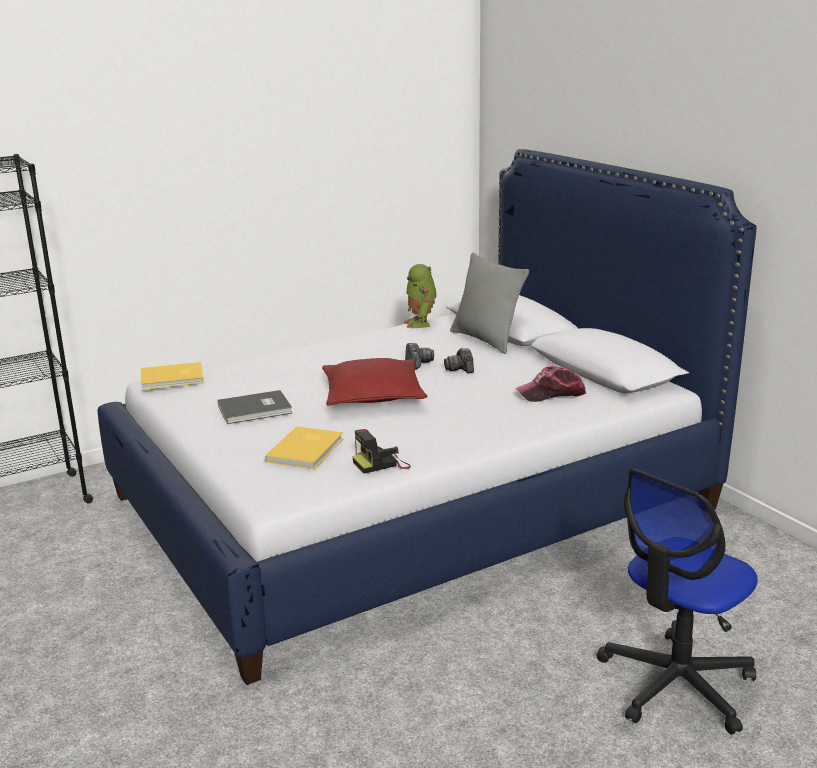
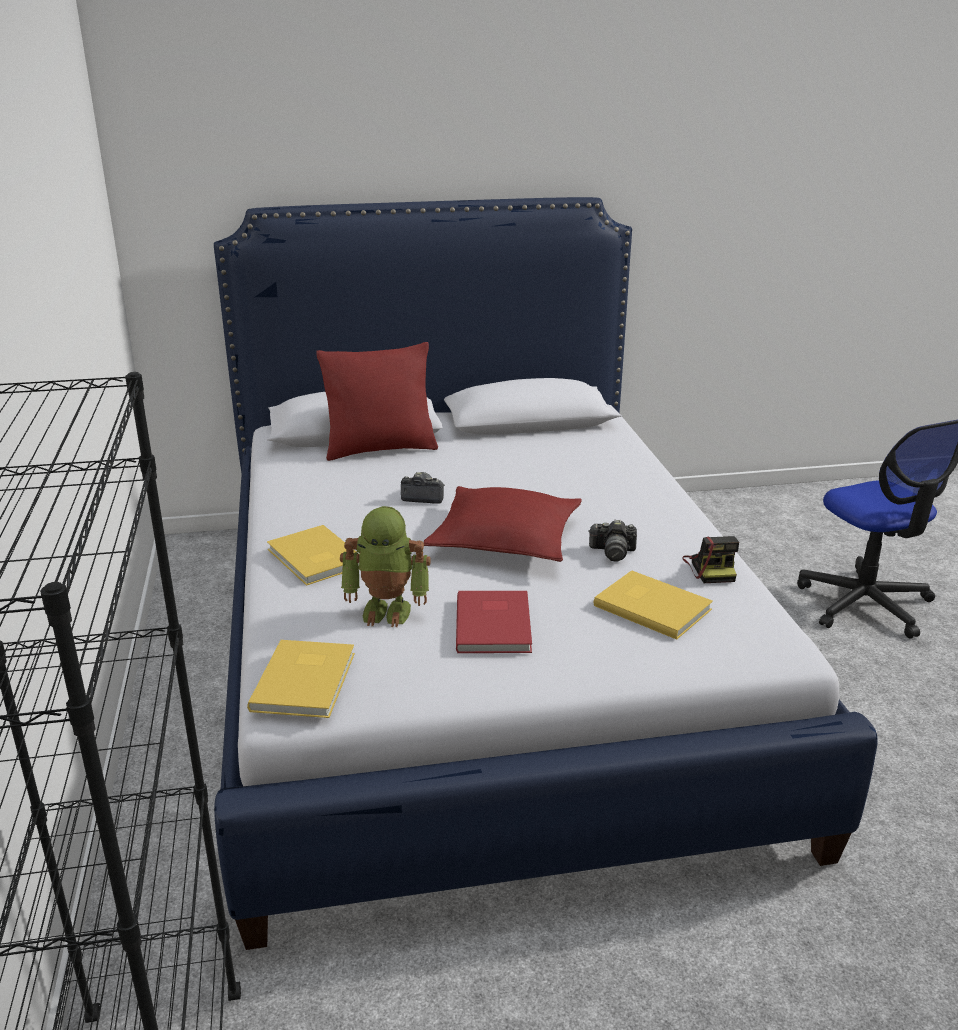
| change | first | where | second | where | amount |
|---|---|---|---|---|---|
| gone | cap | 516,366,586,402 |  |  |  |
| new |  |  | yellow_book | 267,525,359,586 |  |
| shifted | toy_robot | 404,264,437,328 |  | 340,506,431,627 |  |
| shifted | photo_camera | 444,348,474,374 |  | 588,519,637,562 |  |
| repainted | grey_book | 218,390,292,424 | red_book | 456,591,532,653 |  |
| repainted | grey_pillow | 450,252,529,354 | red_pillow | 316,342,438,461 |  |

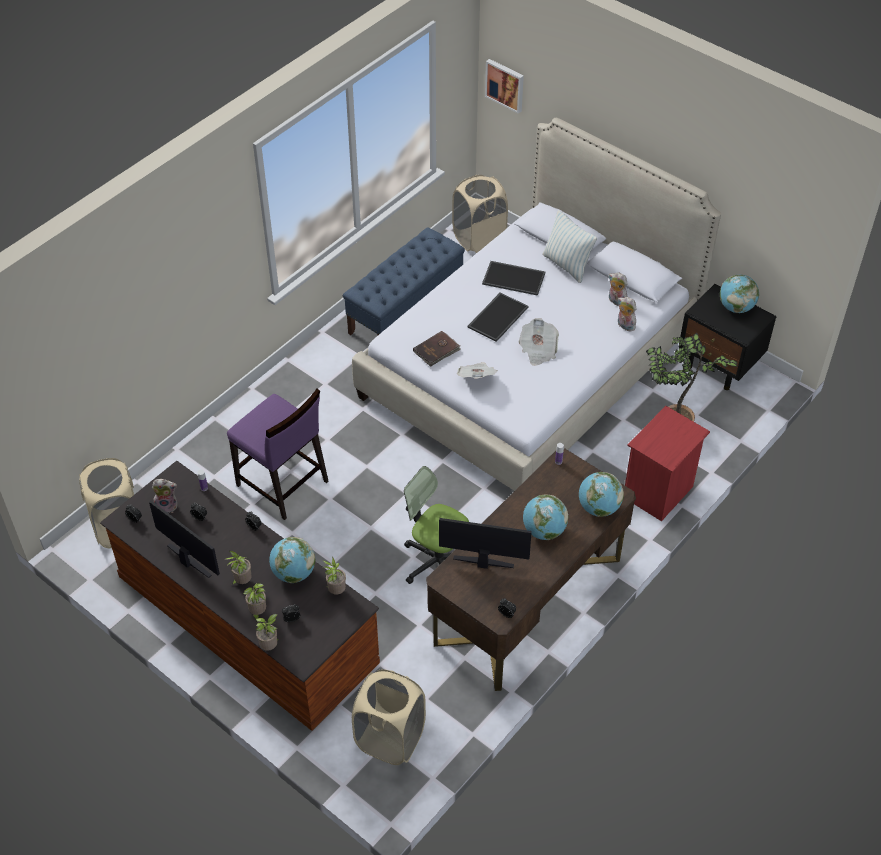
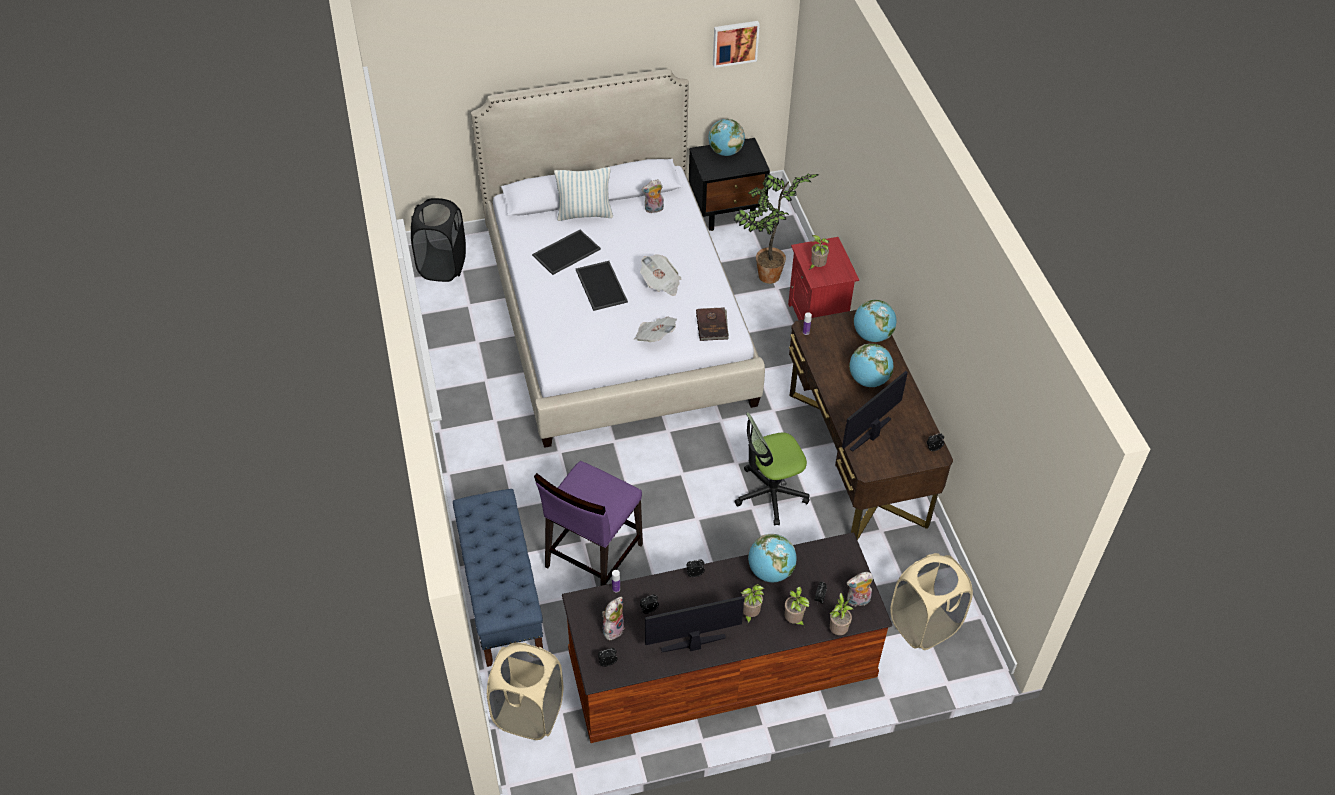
| change | first | where | second | where | amount |
|---|---|---|---|---|---|
| shifted | potted_plant | 323,557,346,595 |  | 809,235,830,270 |  |
| shifted | blue_bench | 343,227,465,336 |  | 453,489,543,667 |  |
| shifted | brown_book | 413,331,461,367 |  | 696,307,729,341 |  |
| shifted | picture | 485,59,524,114 |  | 713,21,760,68 |  |
| shifted | plush_toy | 618,297,636,331 |  | 847,572,873,607 |  |
| repainted | beige_laundry_basket | 452,175,508,253 | black_laundry_basket | 411,198,466,282 |  |
| rotated | purple_chair | 227,389,328,520 |  | 534,461,643,586 | 135 degrees clockwise |

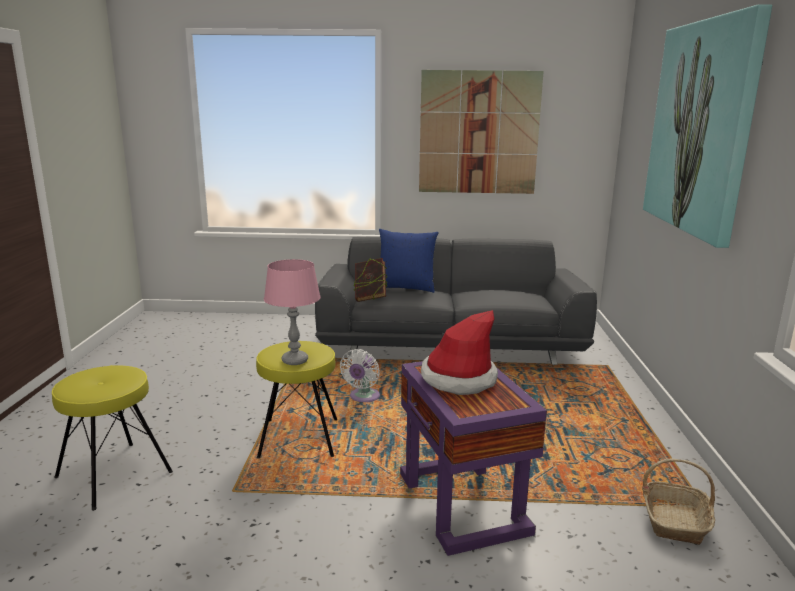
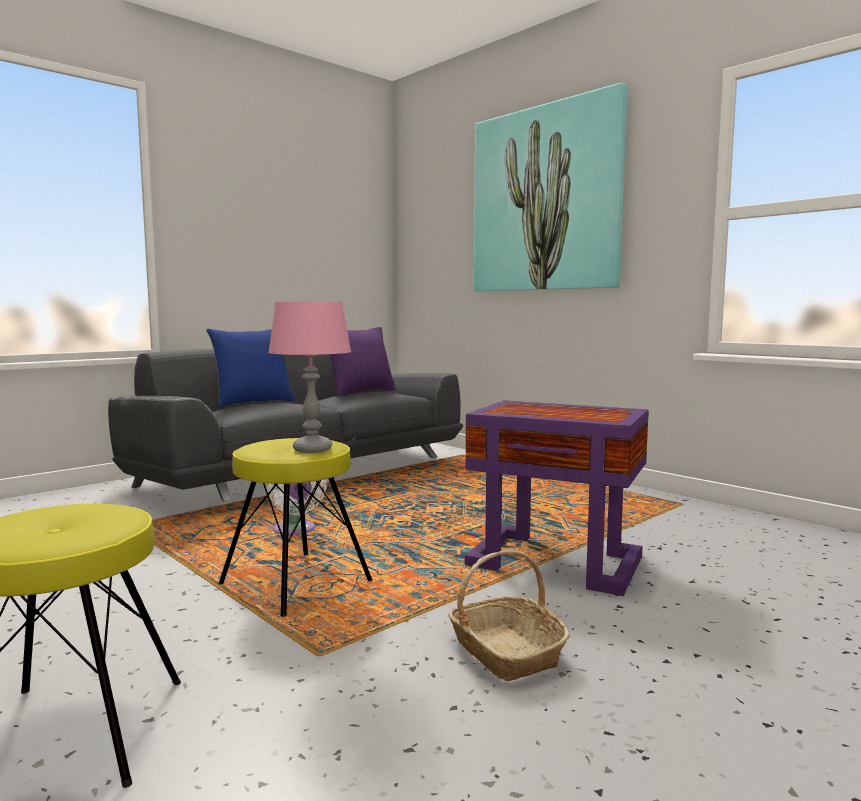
| change | first | where | second | where | amount |
|---|---|---|---|---|---|
| gone | book | 354,258,388,302 |  |  |  |
| gone | picture | 419,70,544,194 |  |  |  |
| gone | hat | 421,310,498,395 |  |  |  |
| new |  |  | purple_pillow | 330,327,396,396 |  |
| shifted | basket | 642,459,715,545 |  | 448,550,570,681 |  |

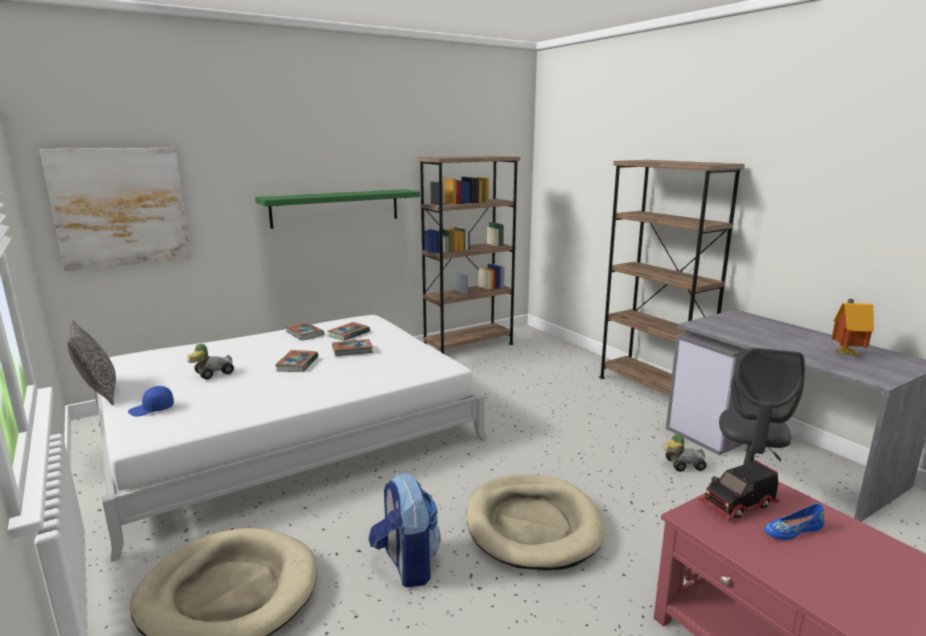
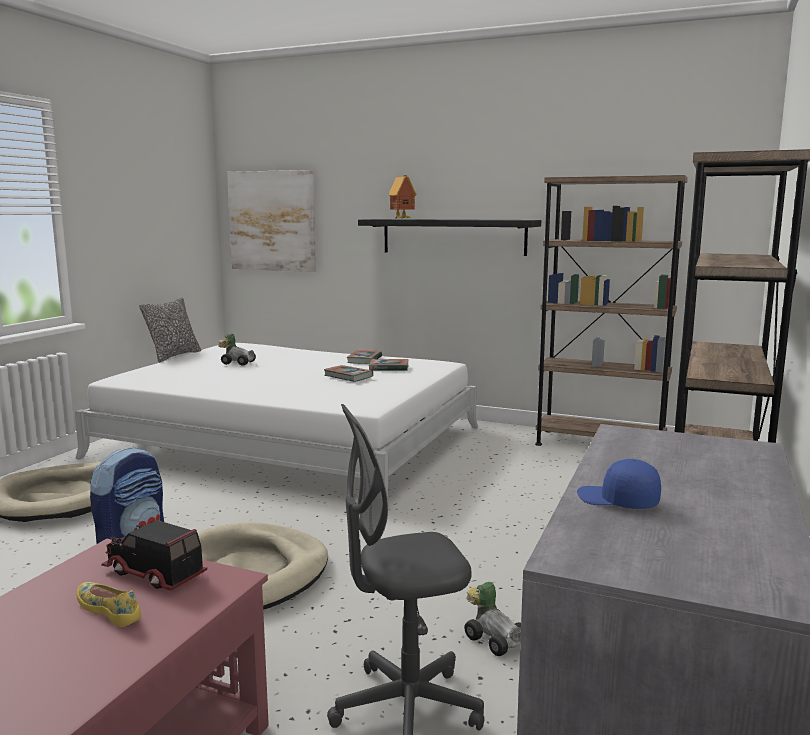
| change | first | where | second | where | amount |
|---|---|---|---|---|---|
| gone | book | 275,350,318,372 |  |  |  |
| shifted | blue_cap | 128,386,174,417 |  | 577,459,661,509 |  |
| shifted | toy_house | 831,299,874,356 |  | 388,175,417,219 |  |
| repainted | green_shelf | 255,189,420,229 | black_shelf | 358,219,541,256 |  |
| repainted | blue_shoe | 764,504,825,540 | yellow_shoe | 76,582,141,627 |  |

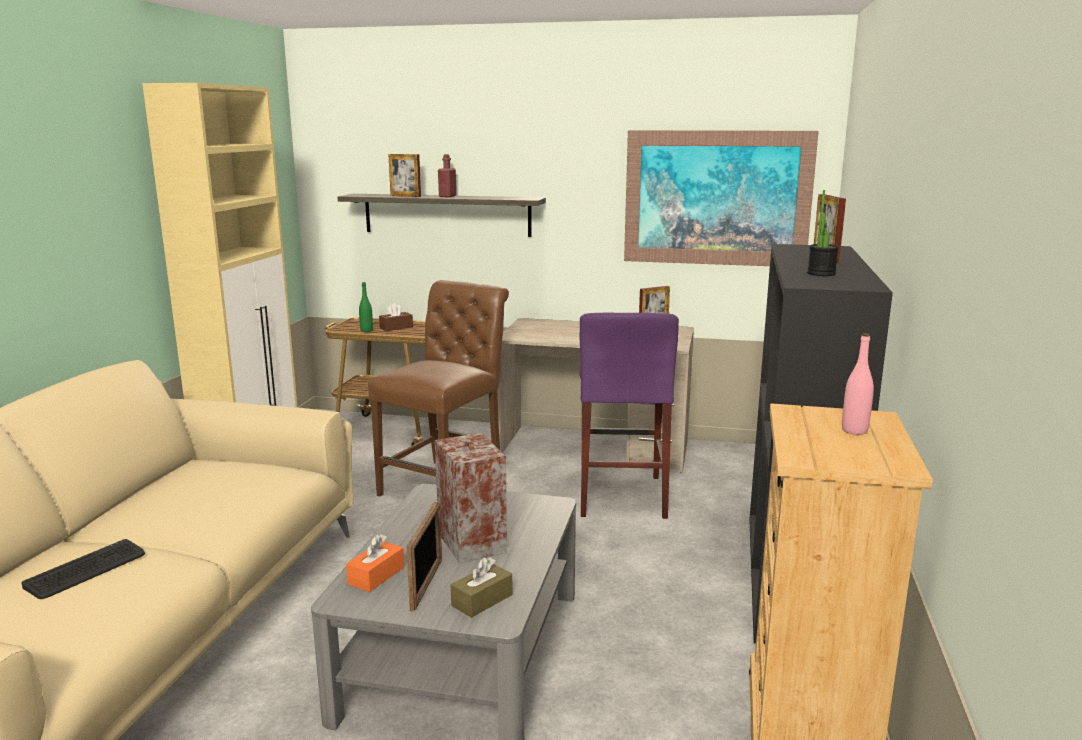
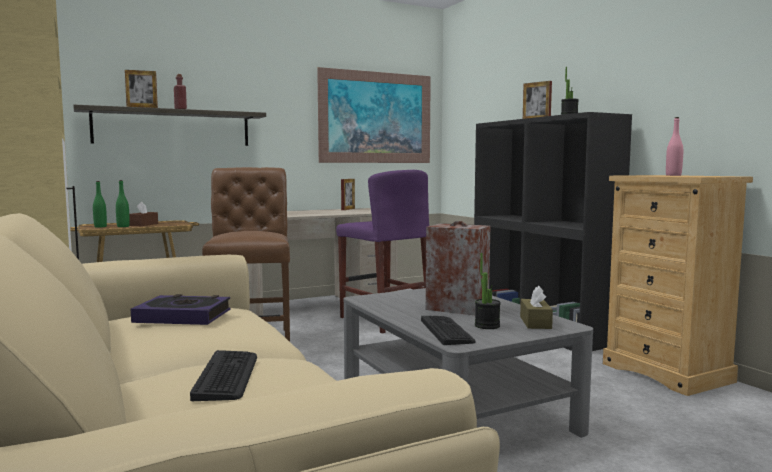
| change | first | where | second | where | amount |
|---|---|---|---|---|---|
| new |  |  | green_bottle | 93,181,107,228 |  |
| new |  |  | book | 131,294,231,325 |  |
| swapped | orange_tissue_box | 346,534,404,592 | keyboard | 421,316,475,345 |  |
| swapped | picture_frame | 407,501,442,612 | potted_plant | 475,253,501,329 |  |

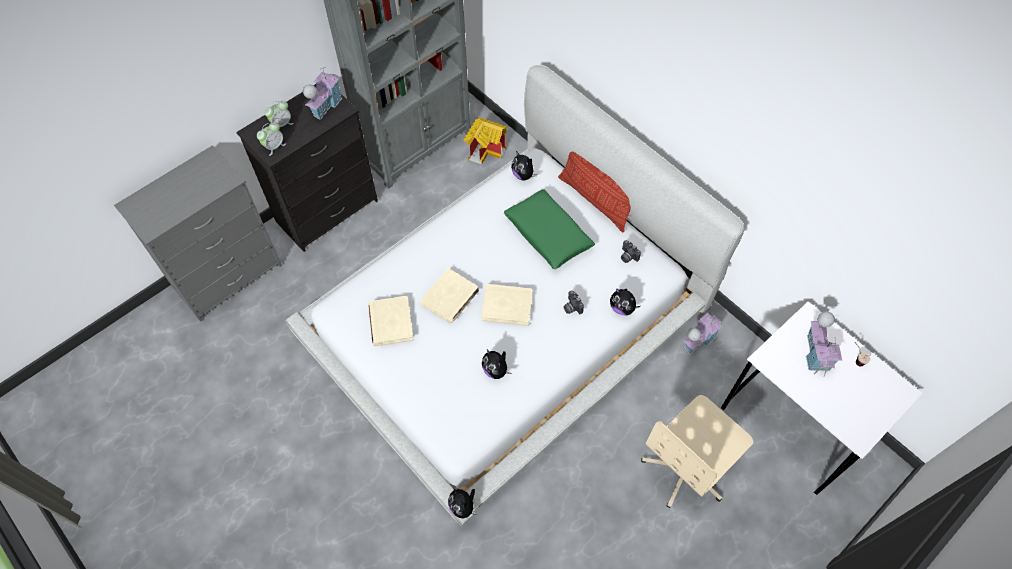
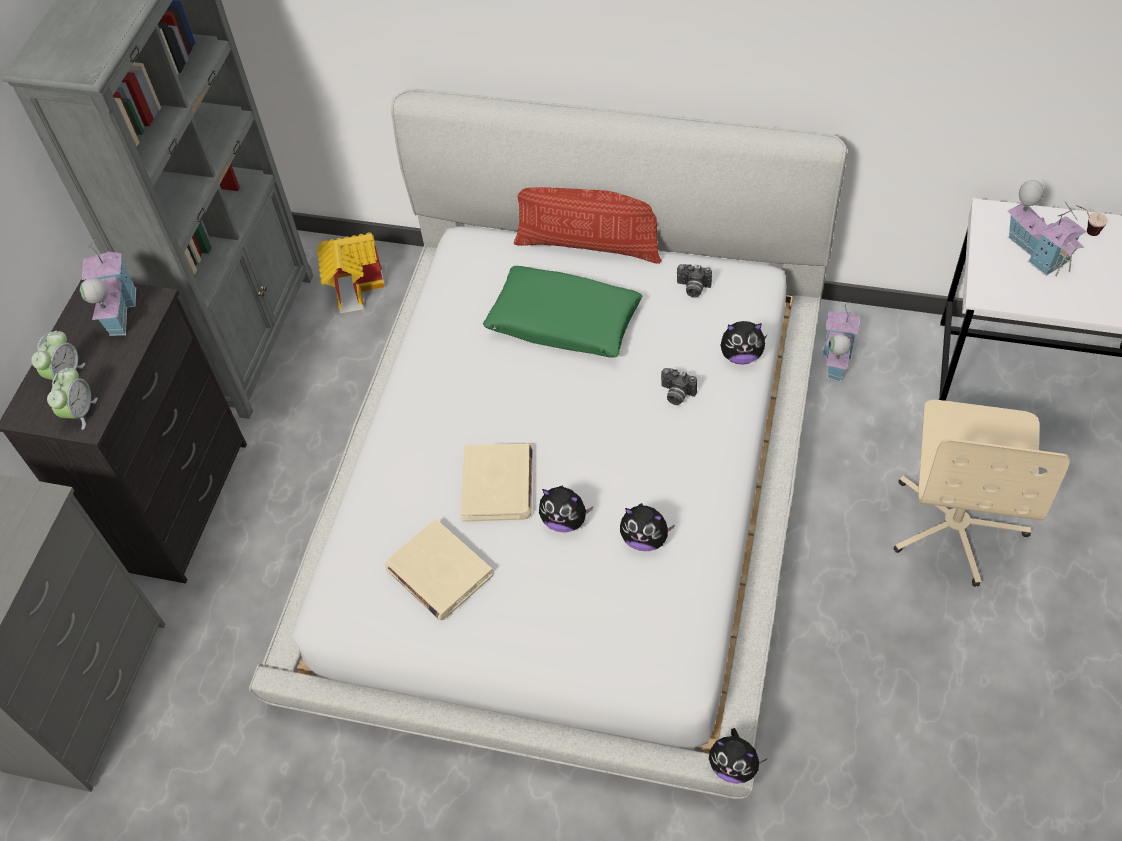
| change | first | where | second | where | amount |
|---|---|---|---|---|---|
| gone | beige_book | 481,284,533,326 |  |  |  |
| shifted | plush_toy | 511,151,537,180 |  | 539,485,593,532 |  |

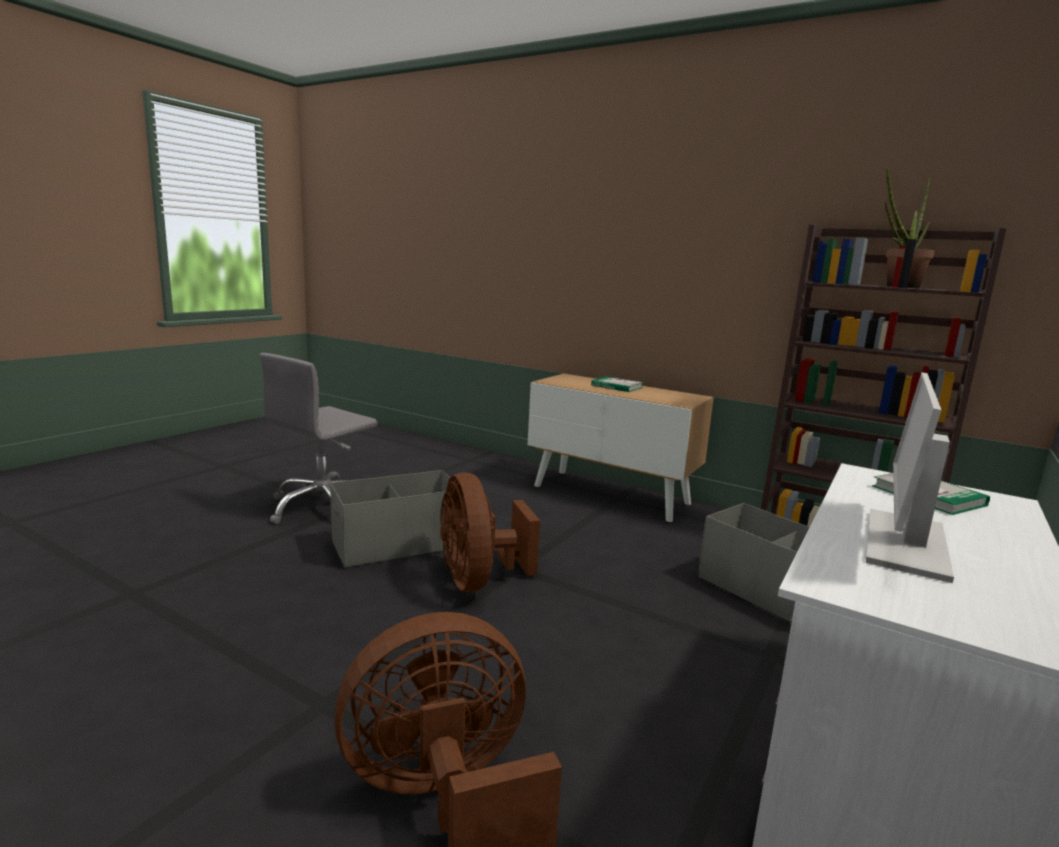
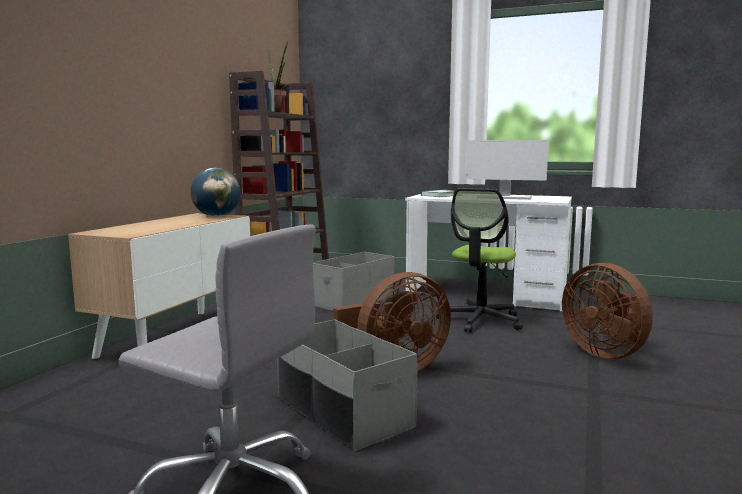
| change | first | where | second | where | amount |
|---|---|---|---|---|---|
| gone | book | 591,376,643,392 |  |  |  |
| new |  |  | globe | 190,168,241,217 |  |
| new |  |  | office_chair | 436,188,523,333 |  |

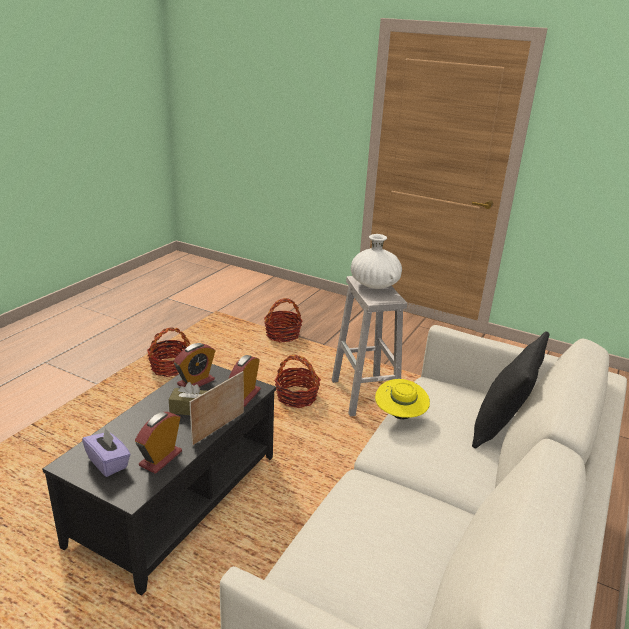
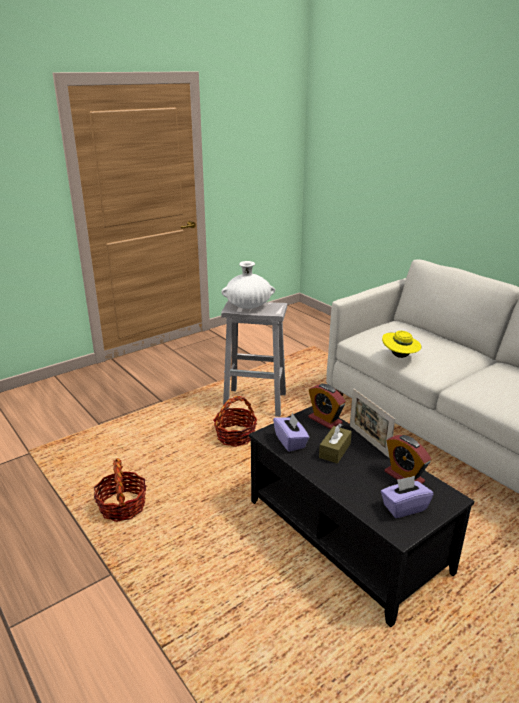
| change | first | where | second | where | amount |
|---|---|---|---|---|---|
| gone | basket | 264,298,303,343 |  |  |  |
| gone | black_pillow | 472,331,549,448 |  |  |  |
| swapped | alarm_clock | 174,343,215,387 | purple_tissue_box | 273,412,309,452 |  |

